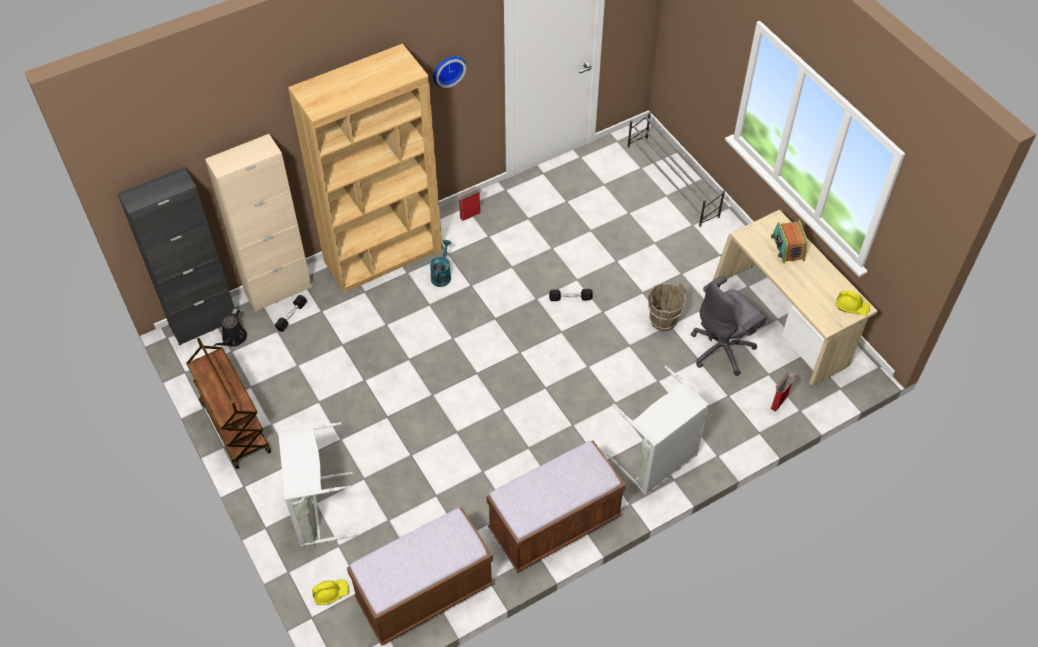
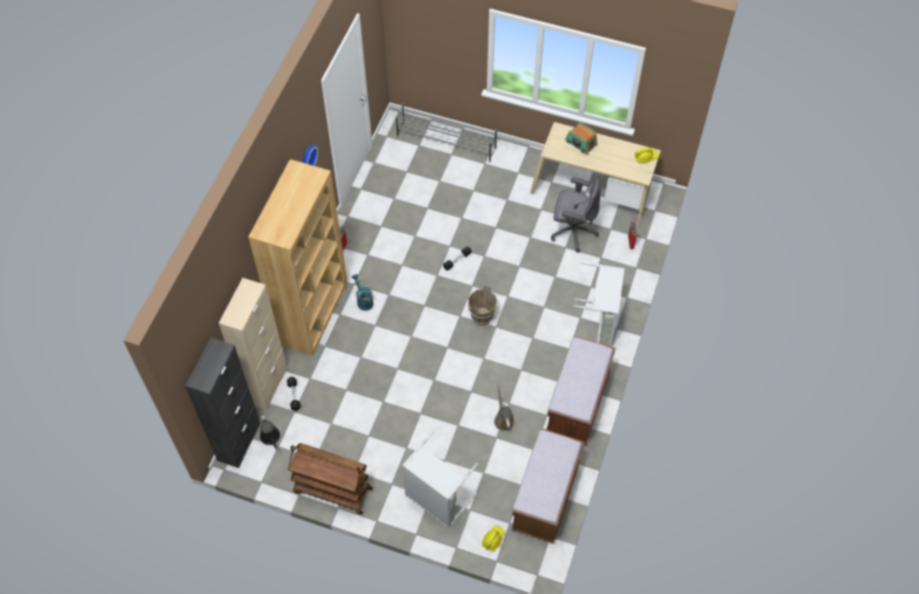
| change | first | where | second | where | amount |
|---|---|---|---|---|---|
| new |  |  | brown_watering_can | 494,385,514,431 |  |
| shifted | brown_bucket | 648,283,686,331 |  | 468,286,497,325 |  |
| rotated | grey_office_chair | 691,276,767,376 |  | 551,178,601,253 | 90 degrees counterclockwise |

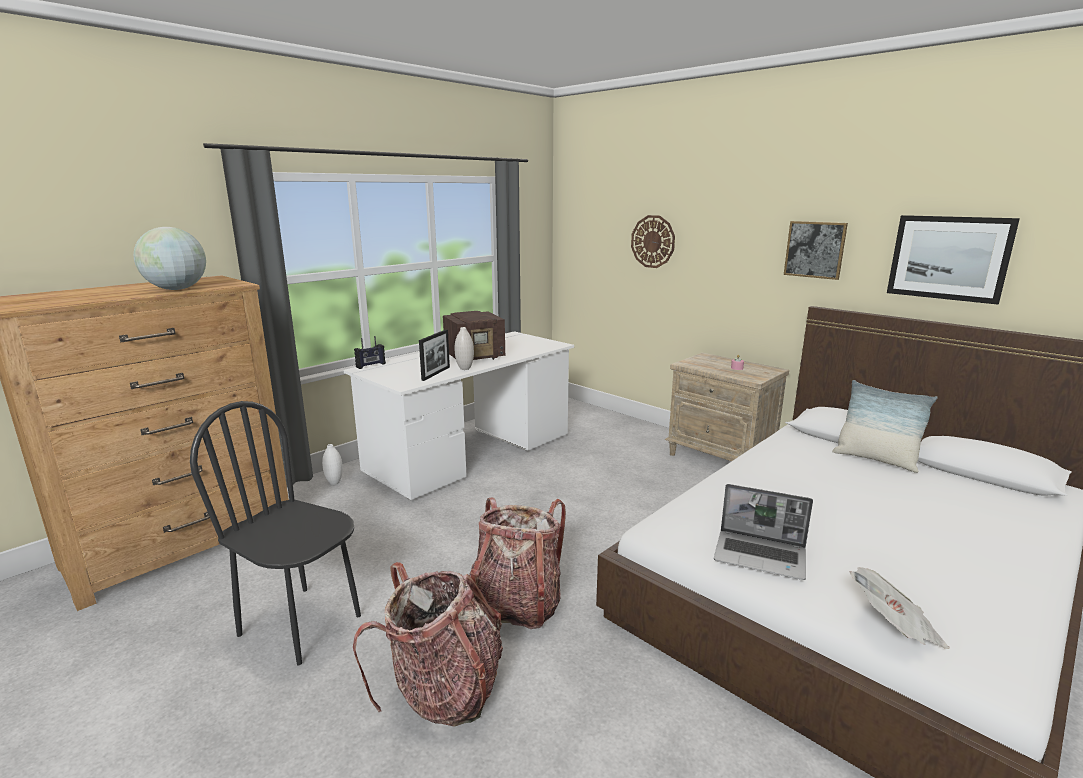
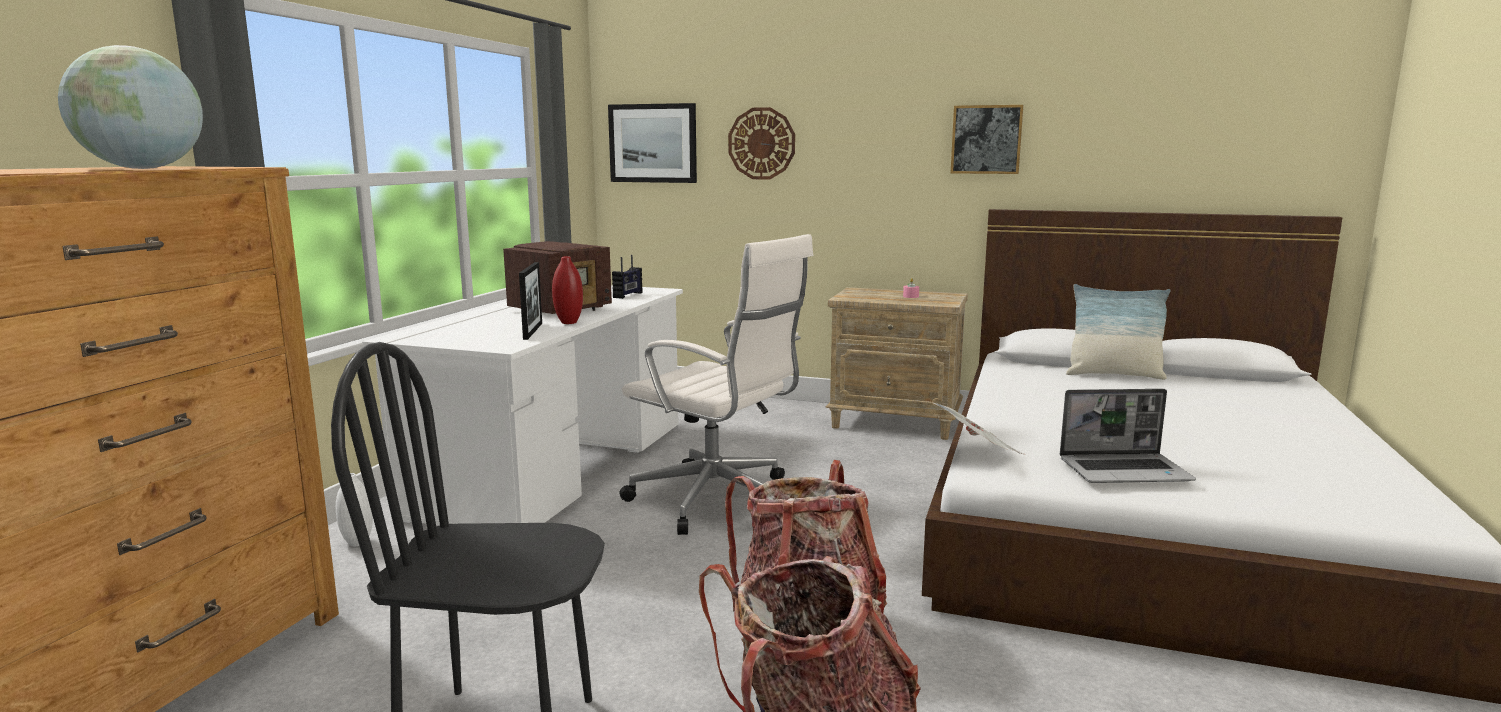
| change | first | where | second | where | amount |
|---|---|---|---|---|---|
| new |  |  | white_office_chair | 619,234,813,535 |  |
| shifted | radio | 354,336,386,369 |  | 612,255,643,299 |  |
| shifted | newspaper | 849,567,950,649 |  | 933,403,1023,454 |  |
| shifted | picture | 887,215,1020,305 |  | 608,103,697,183 |  |
| repainted | white_vase | 455,327,474,370 | red_vase | 552,256,583,324 |  |

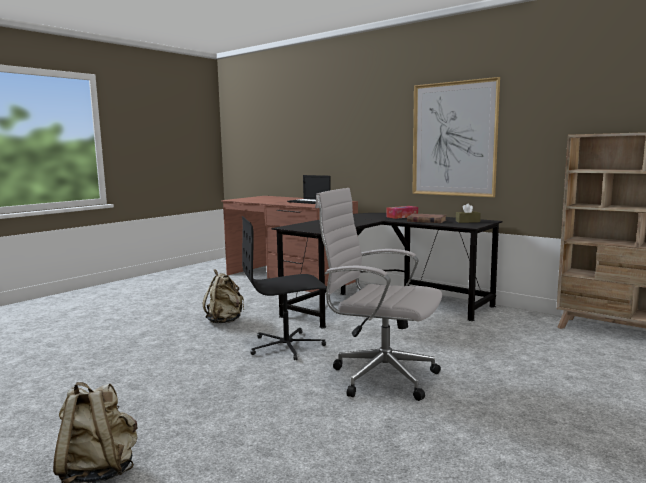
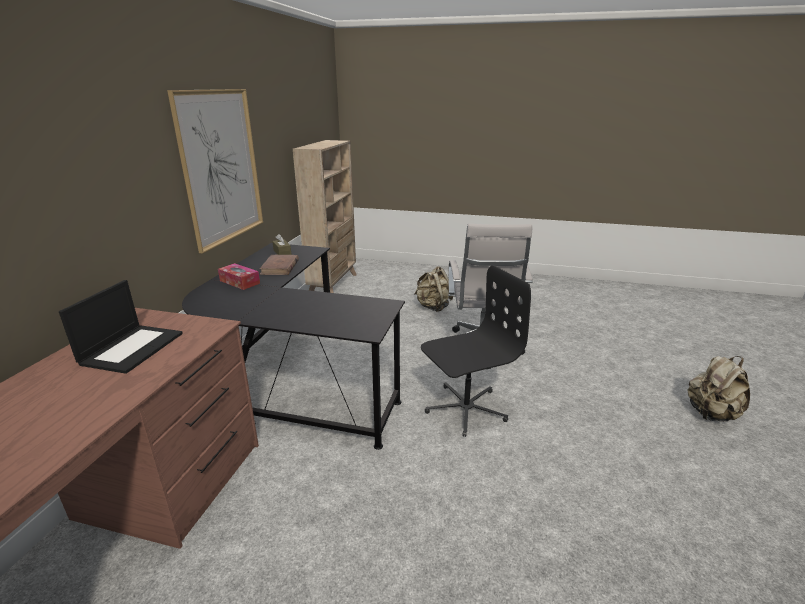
| change | first | where | second | where | amount |
|---|---|---|---|---|---|
| shifted | beige_backpack | 203,269,244,323 |  | 414,266,453,312 |  |
| rotated | black_office_chair | 242,216,327,360 |  | 421,265,531,437 | 75 degrees counterclockwise |

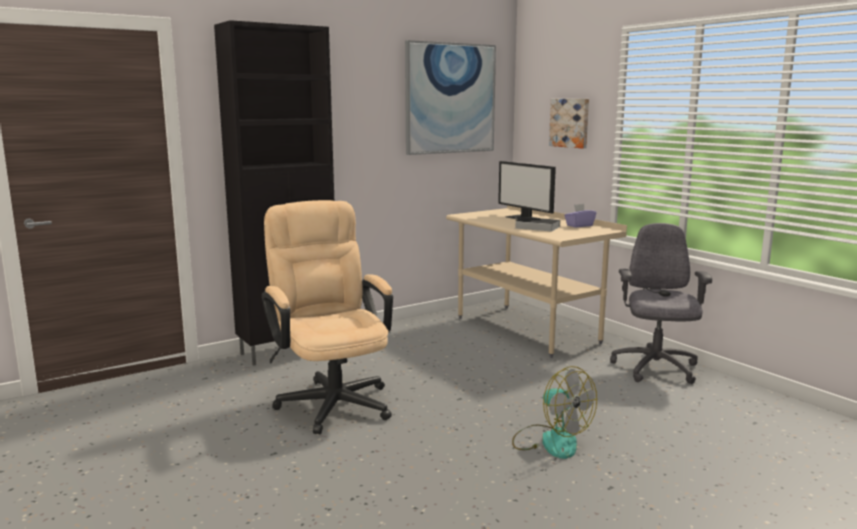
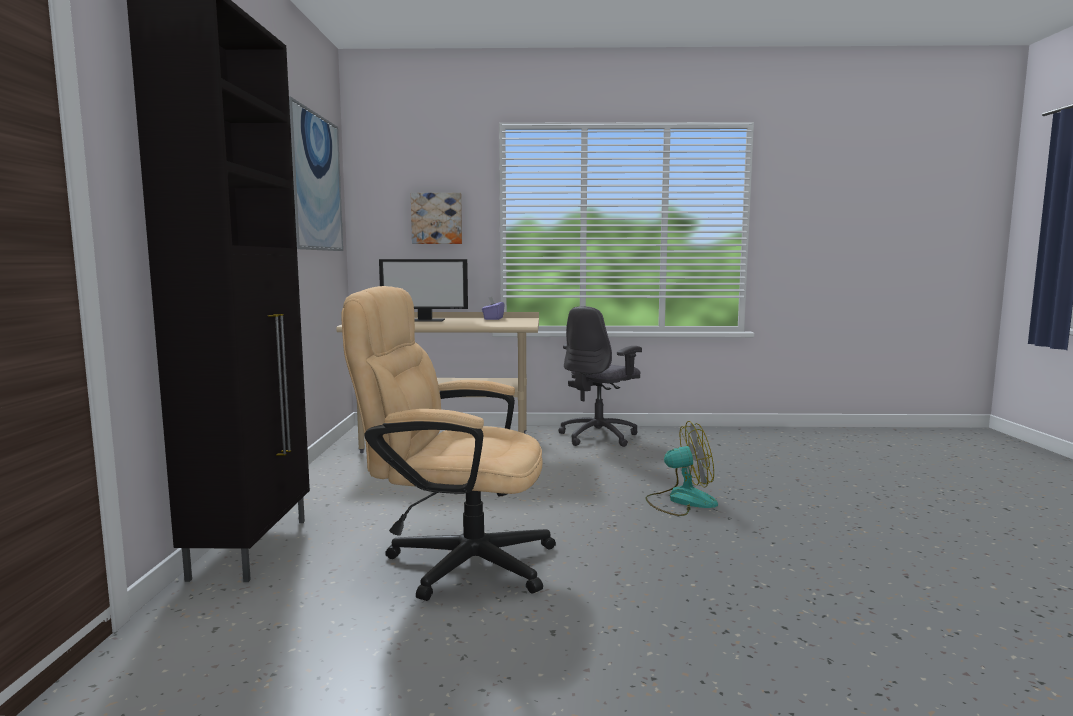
| change | first | where | second | where | amount |
|---|---|---|---|---|---|
| gone | book | 515,217,560,231 |  |  |  |
| rotated | grey_office_chair | 610,223,712,384 |  | 558,306,642,447 | 90 degrees counterclockwise |

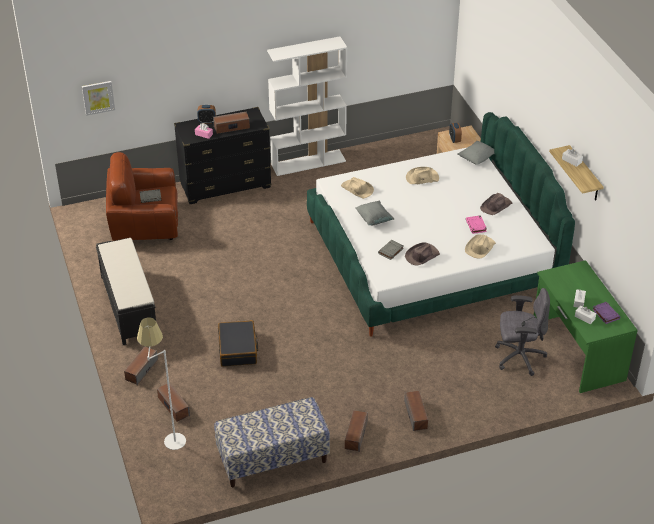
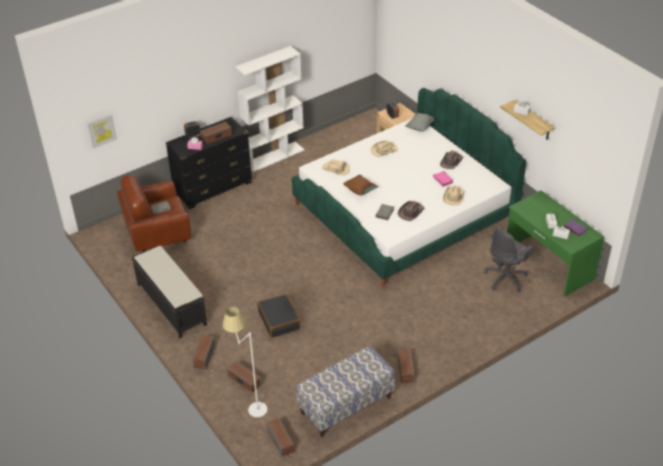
| change | first | where | second | where | amount |
|---|---|---|---|---|---|
| shifted | speaker | 404,391,428,431 |  | 267,418,294,457 |  |
| repainted | grey_pillow | 355,201,395,225 | brown_pillow | 343,174,378,196 |  |
| rotated | grey_office_chair | 495,288,550,376 |  | 484,228,534,292 | 150 degrees clockwise |

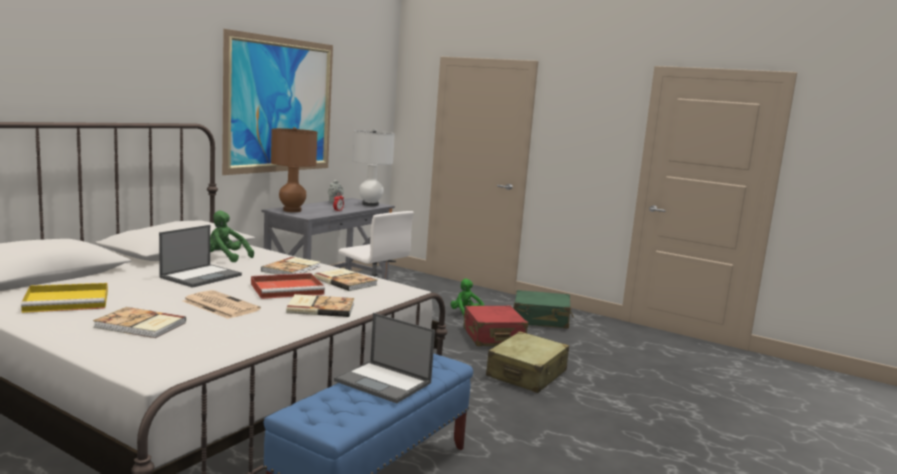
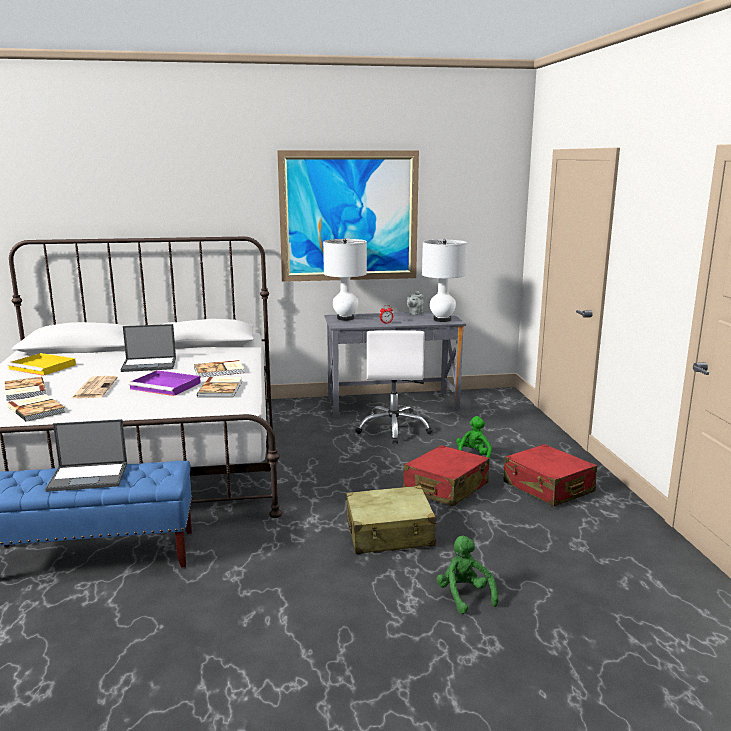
| change | first | where | second | where | amount |
|---|---|---|---|---|---|
| shifted | green_plush_toy | 210,211,254,262 |  | 436,536,498,614 |  |
| shifted | book | 286,294,354,317 |  | 7,394,65,422 |  |
| repainted | red_tray | 251,273,325,299 | purple_tray | 128,370,201,396 |  |
| repainted | brown_table_lamp | 271,127,317,212 | white_table_lamp | 323,238,367,320 |  |
| repainted | green_suitcase | 513,290,574,329 | red_suitcase | 504,444,597,506 |  |
| rotated | laptop | 334,313,435,403 |  | 45,419,127,492 | 90 degrees counterclockwise |

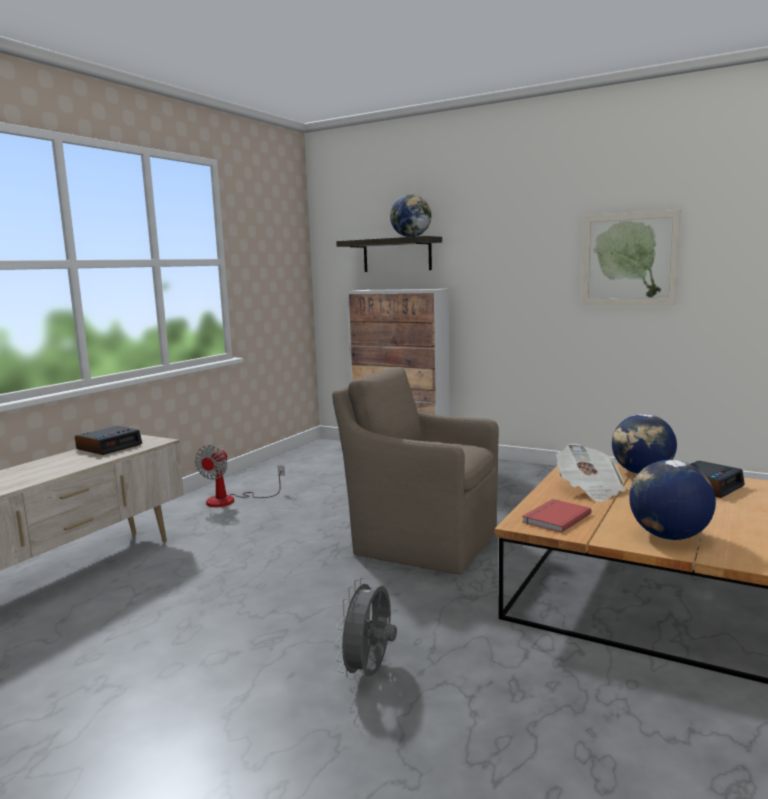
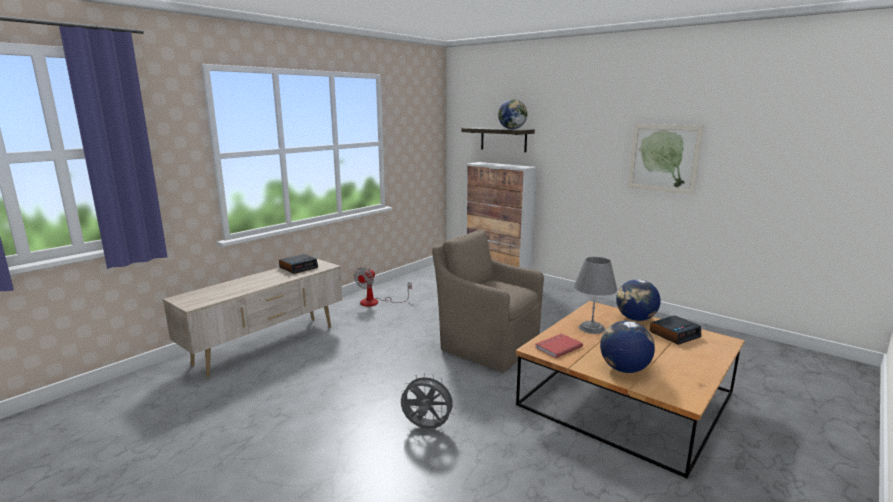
| change | first | where | second | where | amount |
|---|---|---|---|---|---|
| swapped | newspaper | 556,444,626,502 | grey_table_lamp | 574,257,617,334 |  |
| rotated | grey_fan | 335,577,397,680 |  | 401,373,456,429 | 75 degrees clockwise |

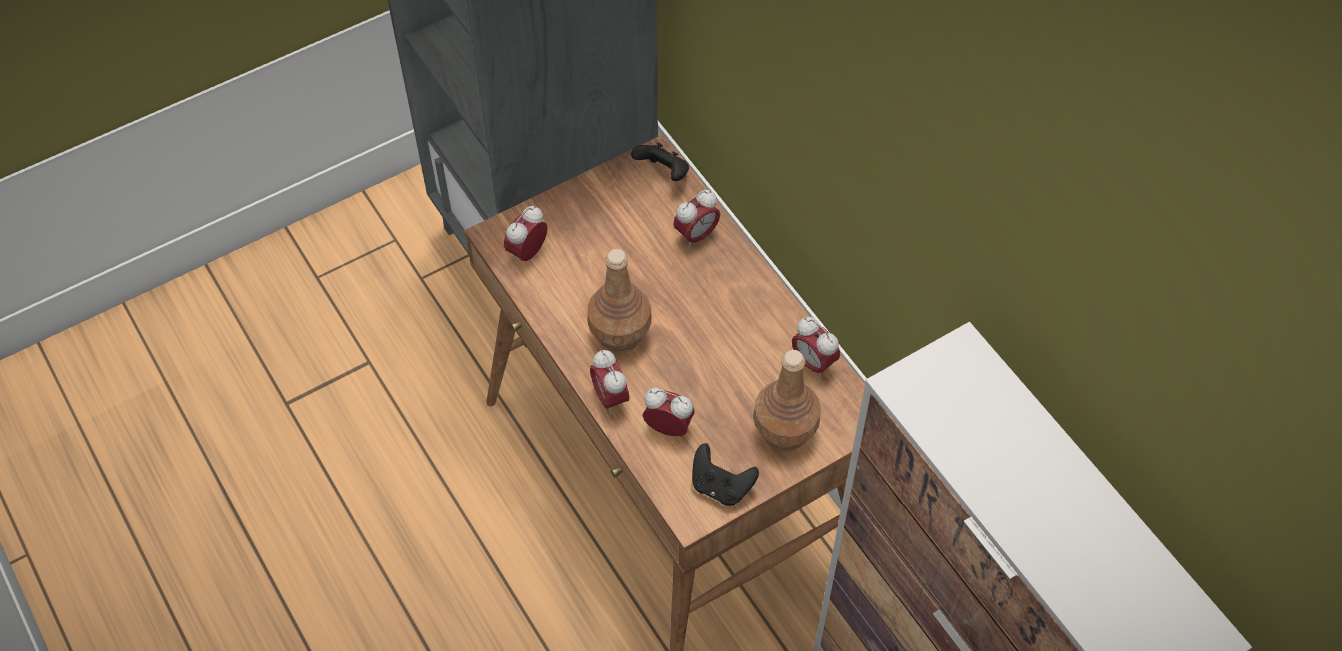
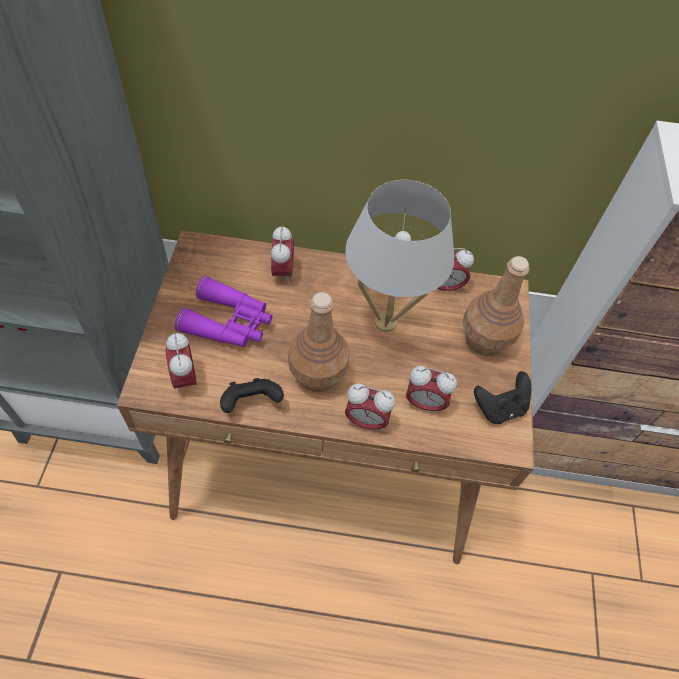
| change | first | where | second | where | amount |
|---|---|---|---|---|---|
| new |  |  | purple_binoculars | 175,276,272,348 |  |
| new |  |  | white_table_lamp | 345,180,454,332 |  |
| shifted | black_game_controller | 631,143,689,181 |  | 220,378,284,413 |  |
| rotated | alarm_clock | 642,388,695,437 |  | 406,366,457,414 | 135 degrees counterclockwise |

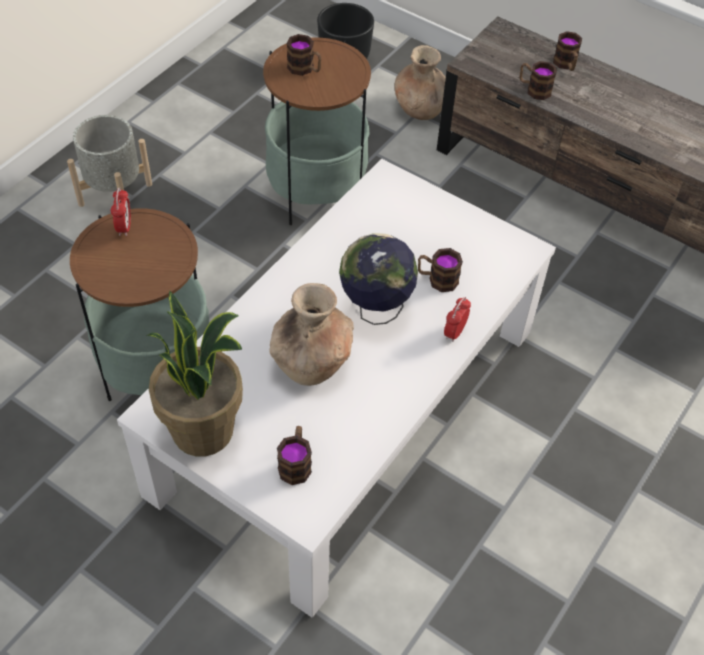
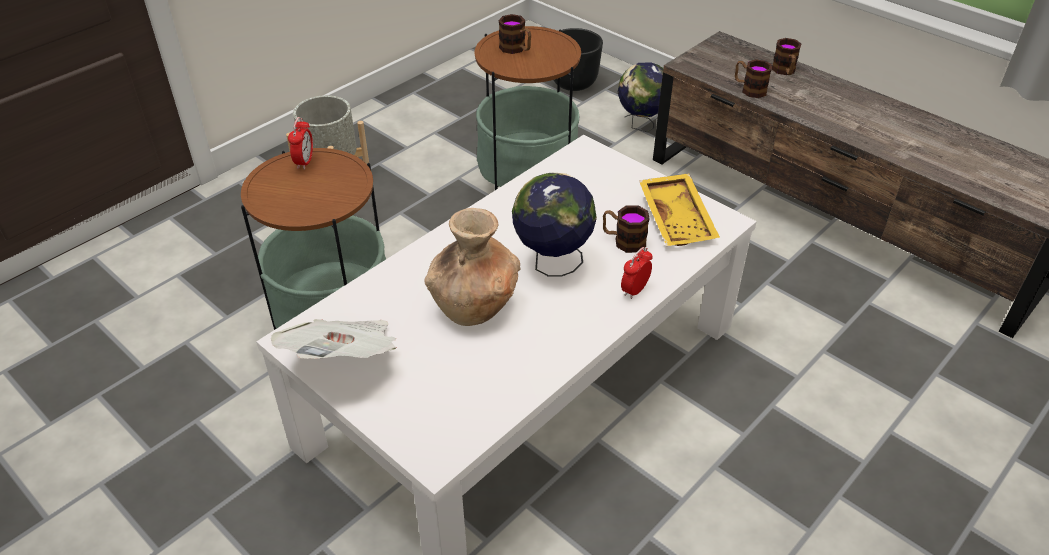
| change | first | where | second | where | amount |
|---|---|---|---|---|---|
| gone | mug | 277,426,312,485 |  |  |  |
| new |  |  | yellow_tray | 639,173,720,246 |  |
| swapped | potted_plant | 146,291,243,456 | newspaper | 271,319,396,359 |  |
| swapped | brown_vase | 394,45,446,120 | globe | 618,62,663,132 |  |

